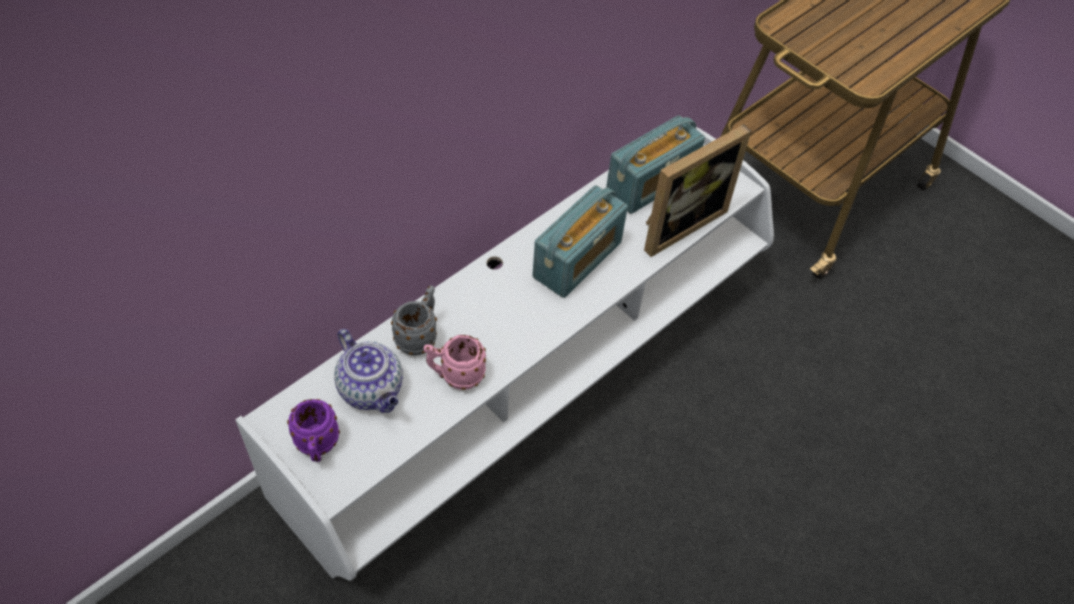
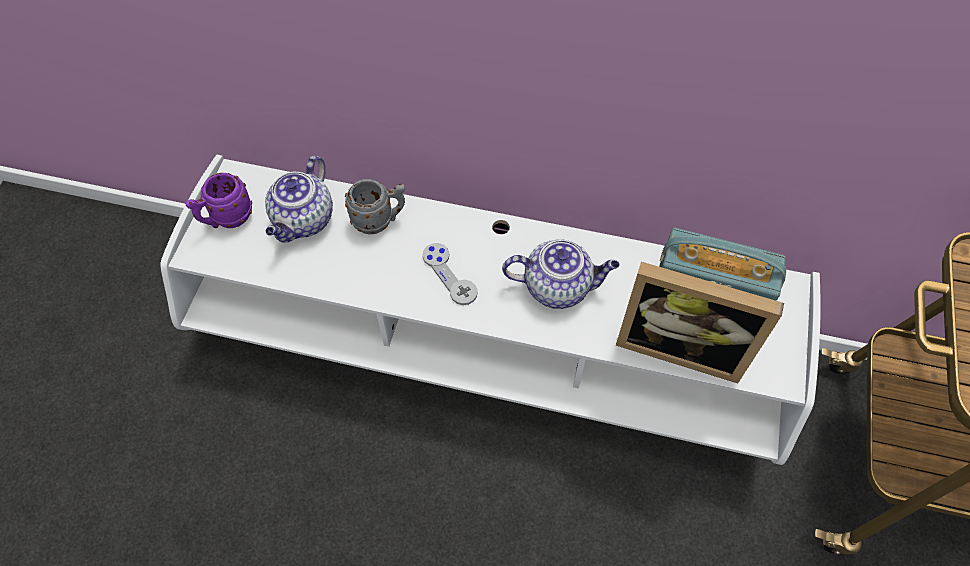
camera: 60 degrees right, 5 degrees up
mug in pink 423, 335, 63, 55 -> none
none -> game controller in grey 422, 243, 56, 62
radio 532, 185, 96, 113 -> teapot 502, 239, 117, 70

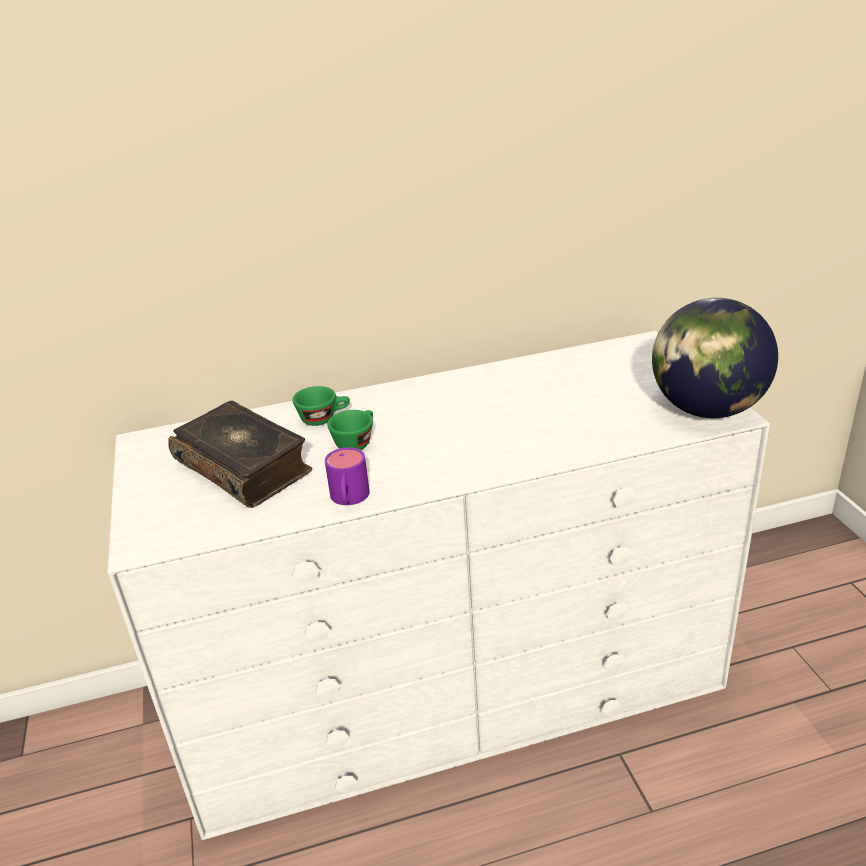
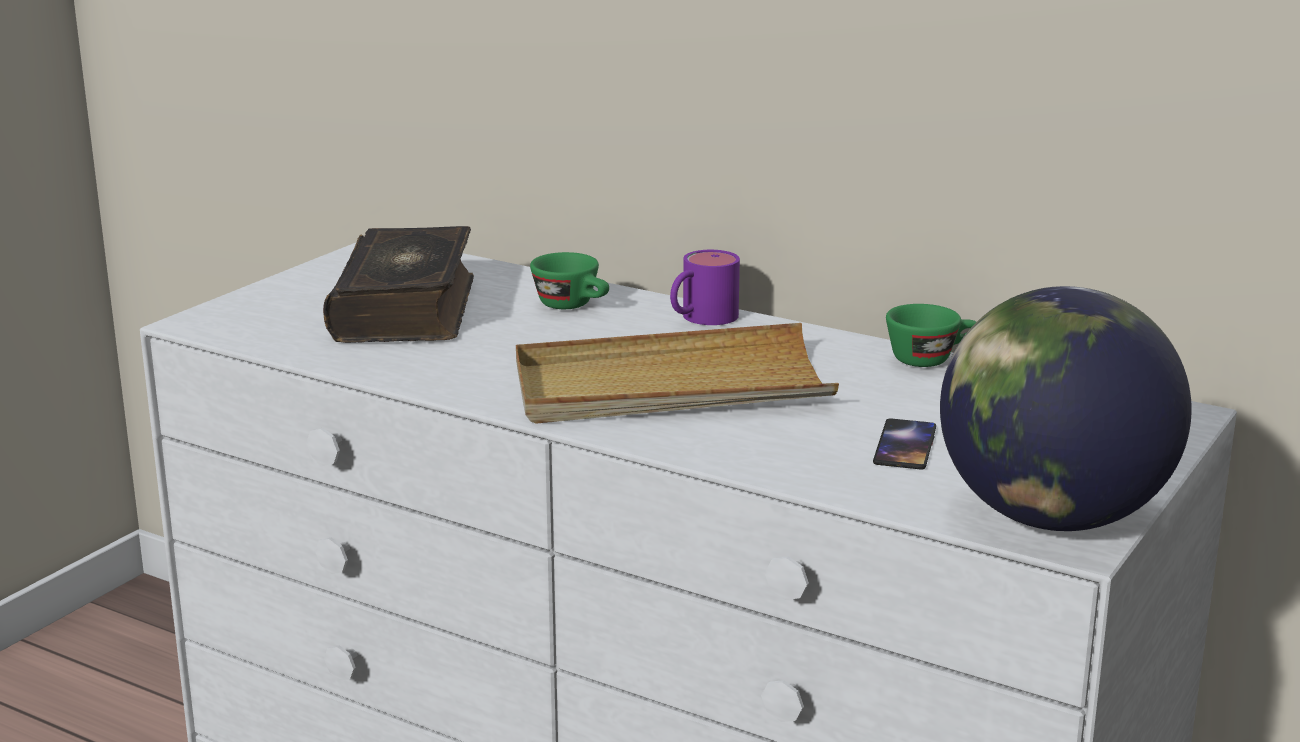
camera: 45 degrees right, 10 degrees down
none -> tray in beige 516, 323, 323, 101
none -> phone 873, 418, 63, 52
mug in purple 325, 447, 45, 58 -> mug in purple 670, 250, 70, 75, moved
cup in green 327, 410, 46, 40 -> cup in green 886, 304, 90, 63, moved

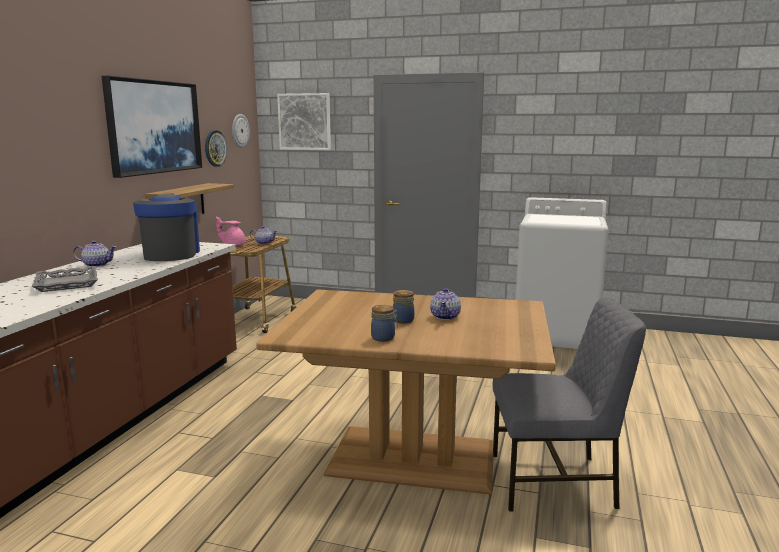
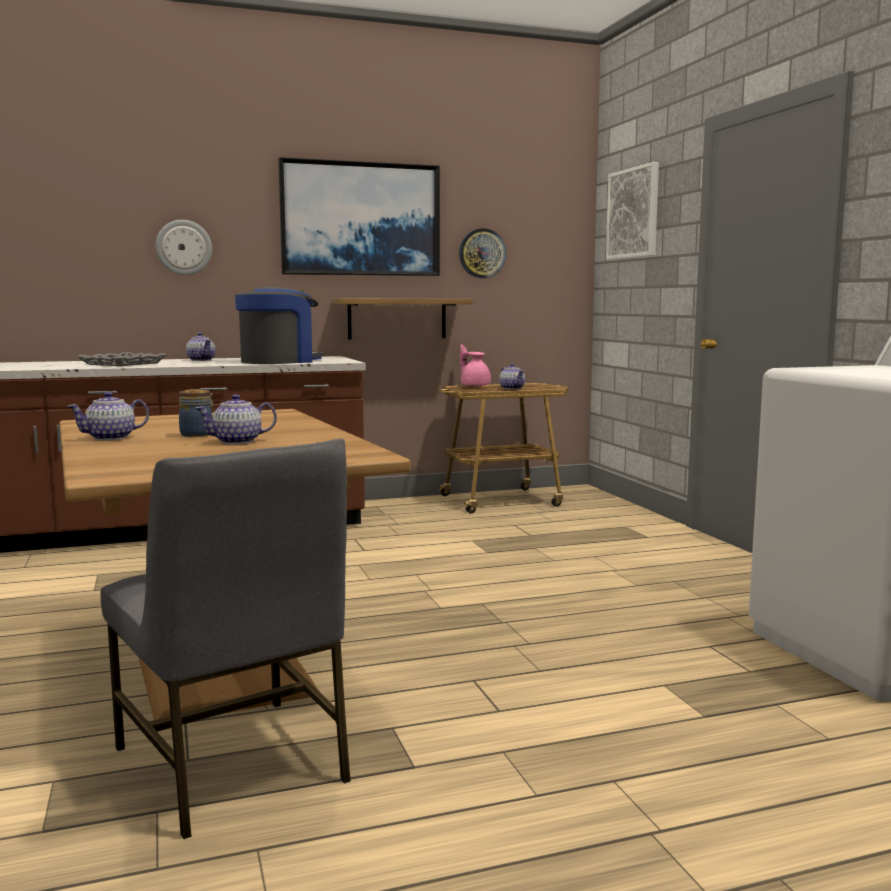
camera: 55 degrees right, 5 degrees down
wall clock 232, 114, 18, 34 -> wall clock 156, 220, 56, 55, moved
jar 371, 305, 27, 37 -> teapot 67, 392, 82, 48

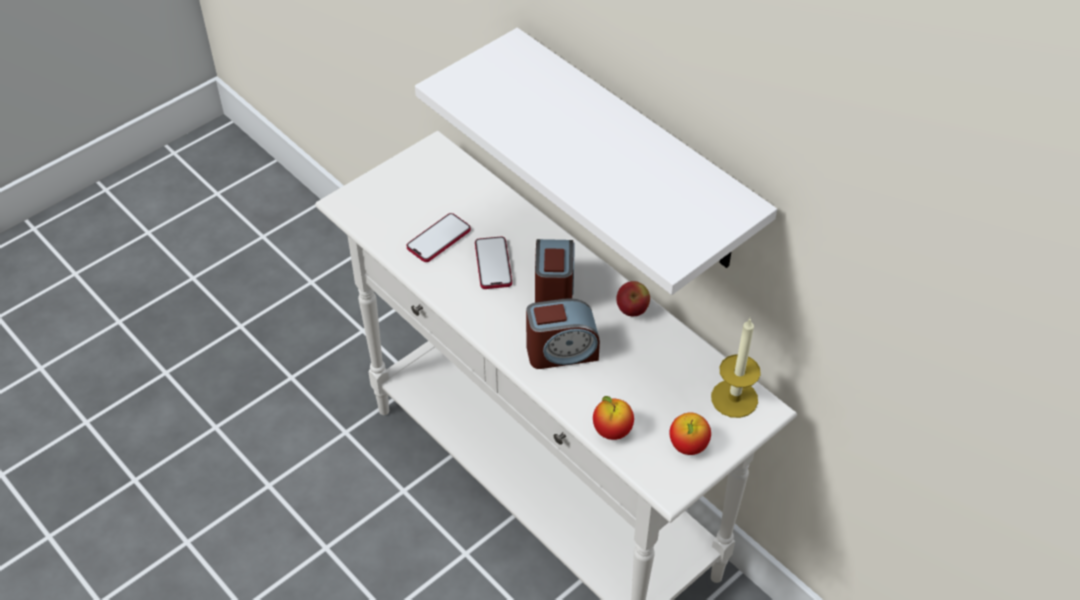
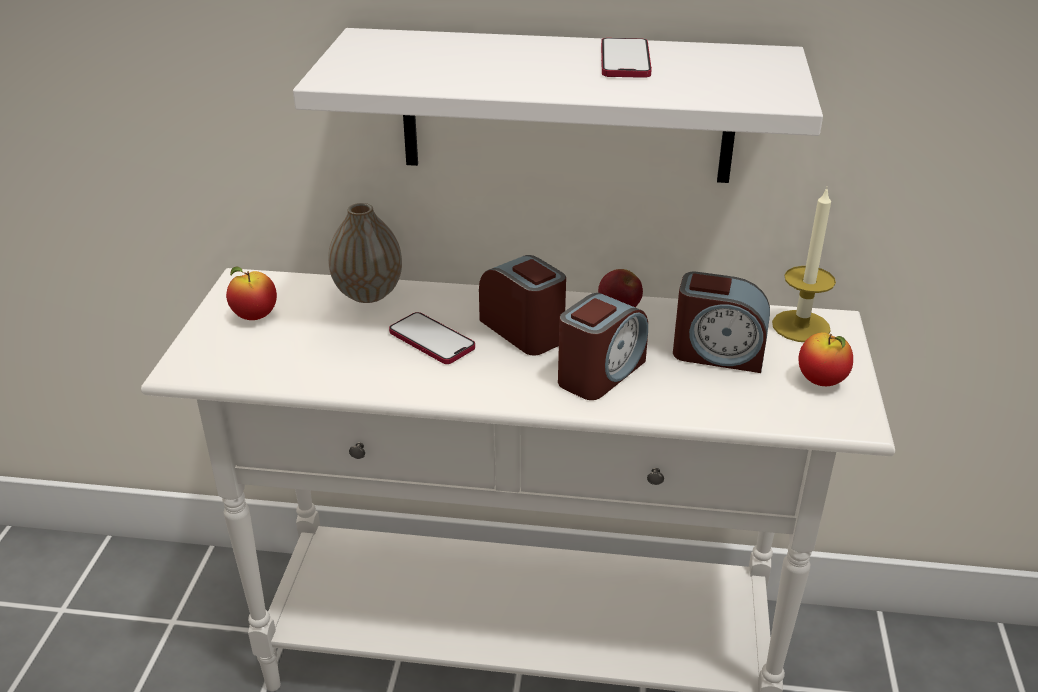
camera: 40 degrees left, 15 degrees down
none -> vase 328, 203, 74, 100
none -> alarm clock 673, 272, 97, 101
phone 407, 213, 64, 49 -> phone 601, 38, 51, 40, moved
apple 593, 396, 41, 44 -> apple 226, 266, 51, 54, moved

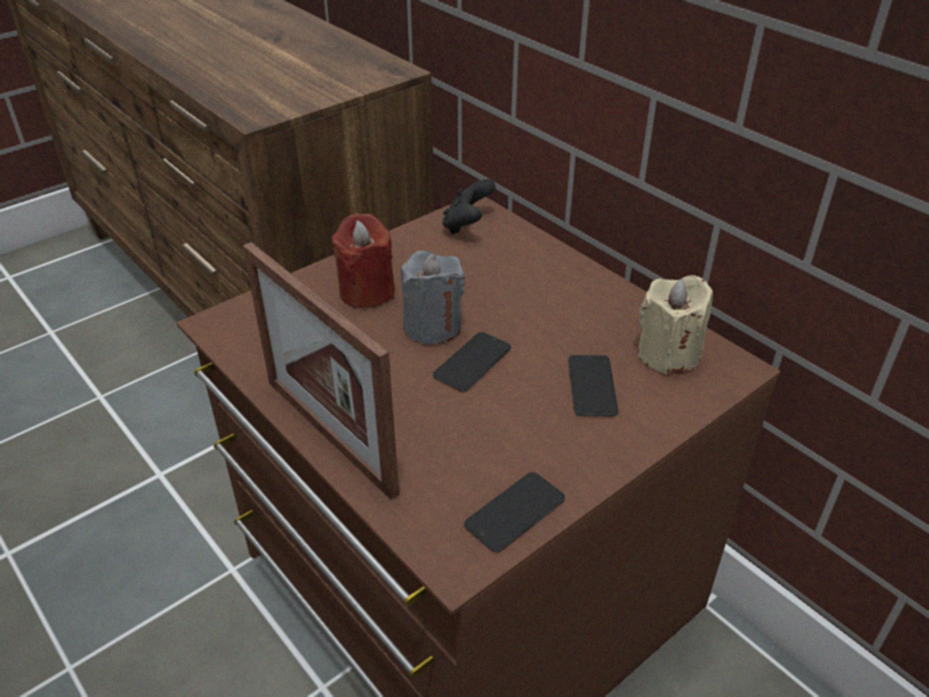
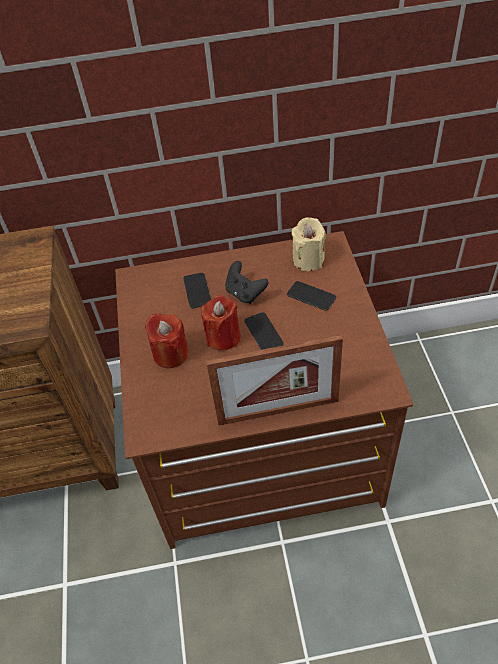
camera: 55 degrees left, 10 degrees up
game controller in black 442, 179, 54, 55 -> game controller in black 225, 261, 44, 43, moved
phone 464, 472, 101, 80 -> phone 183, 273, 28, 35, moved
candle in grey 401, 251, 64, 94 -> candle in red 201, 295, 40, 56

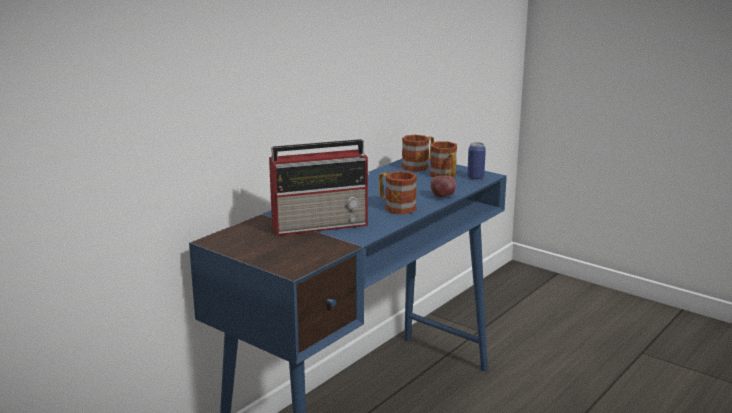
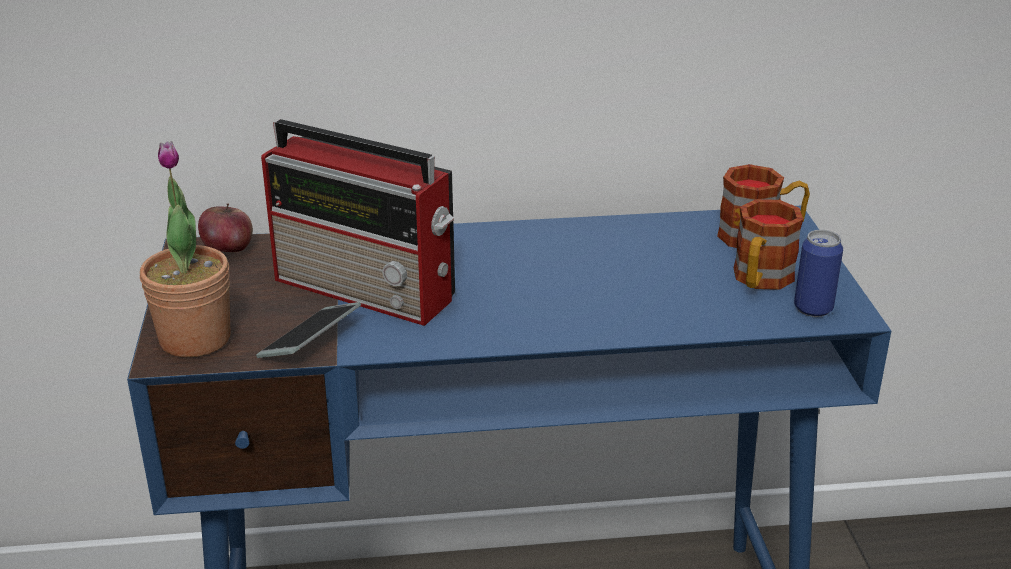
camera: 45 degrees right, 10 degrees up
mug 379, 171, 38, 44 -> none
none -> potted plant 140, 141, 91, 216
none -> phone 256, 302, 105, 56
apple 430, 172, 26, 25 -> apple 198, 203, 55, 49, moved

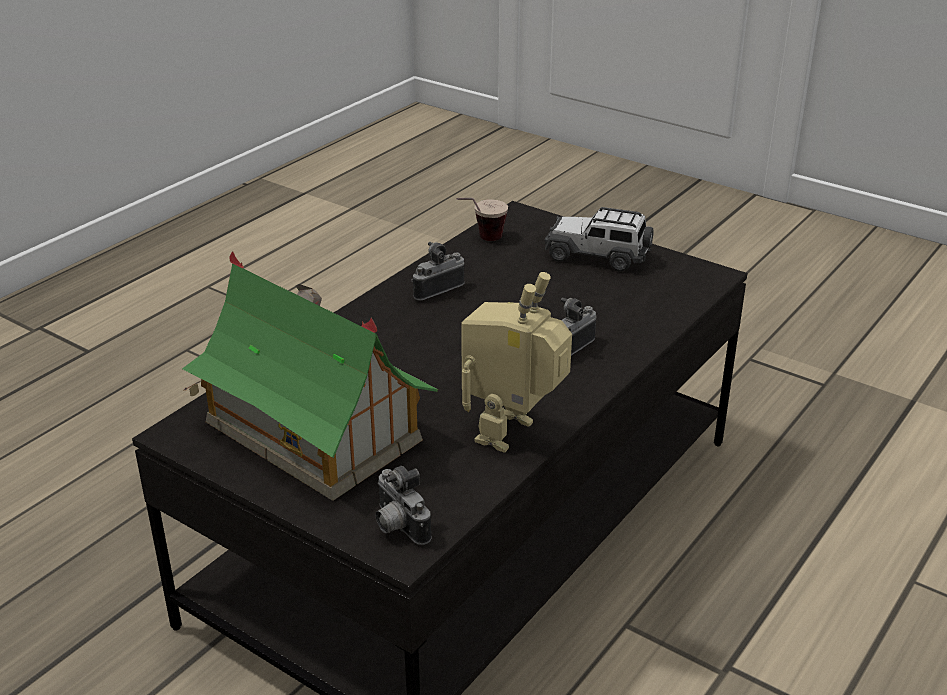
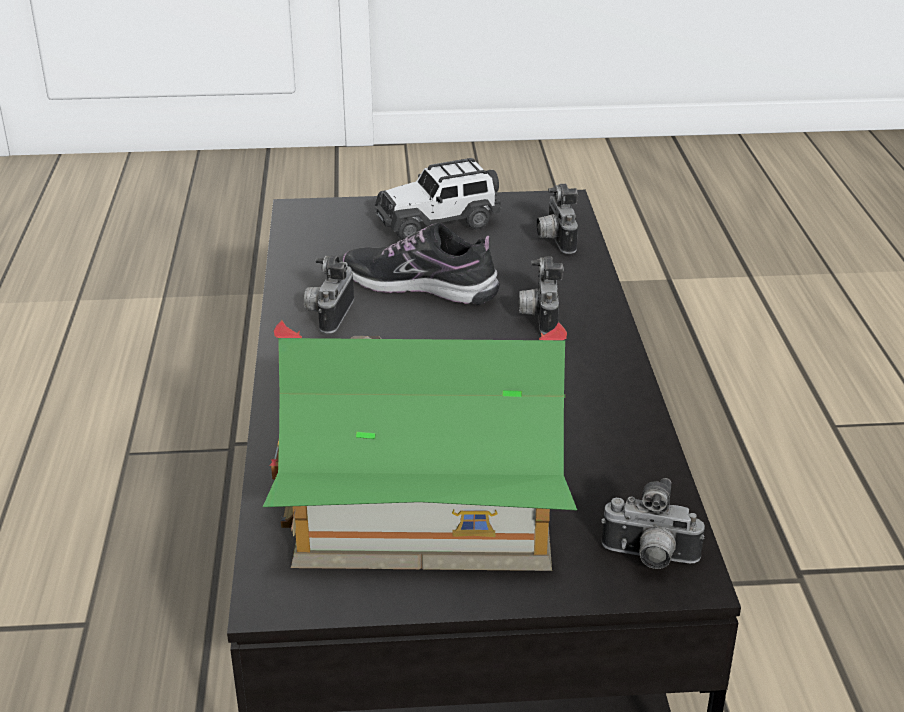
camera: 40 degrees left, 0 degrees up
cup 456, 198, 52, 43 -> none
toy robot 461, 272, 111, 181 -> none
none -> shoe 343, 223, 157, 82
none -> photo camera 536, 184, 42, 70

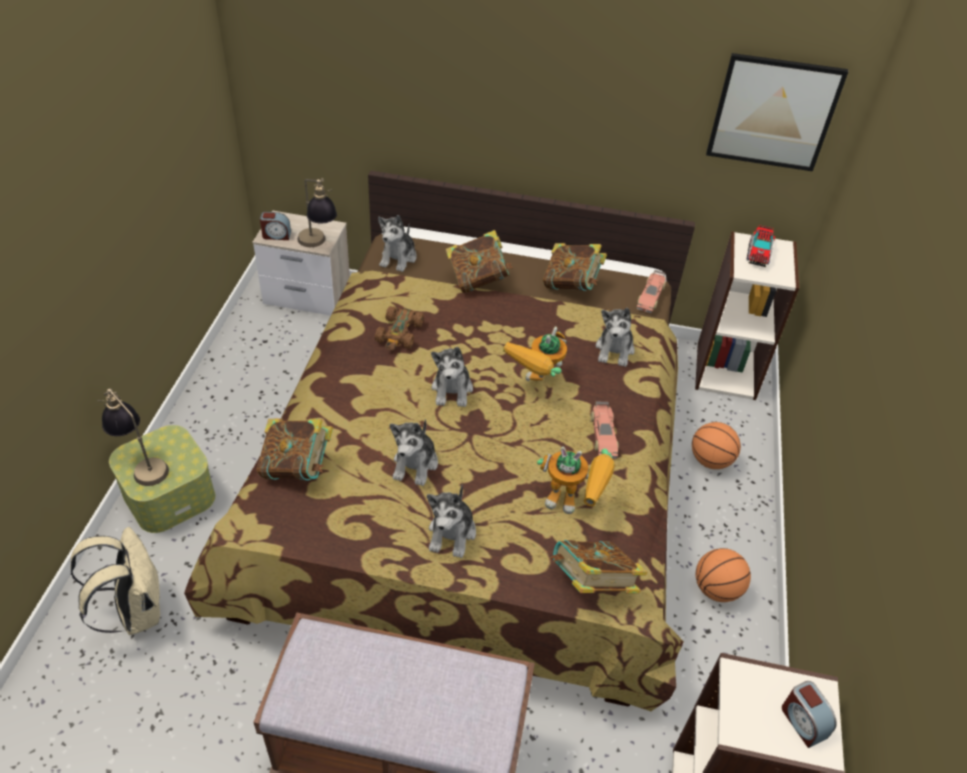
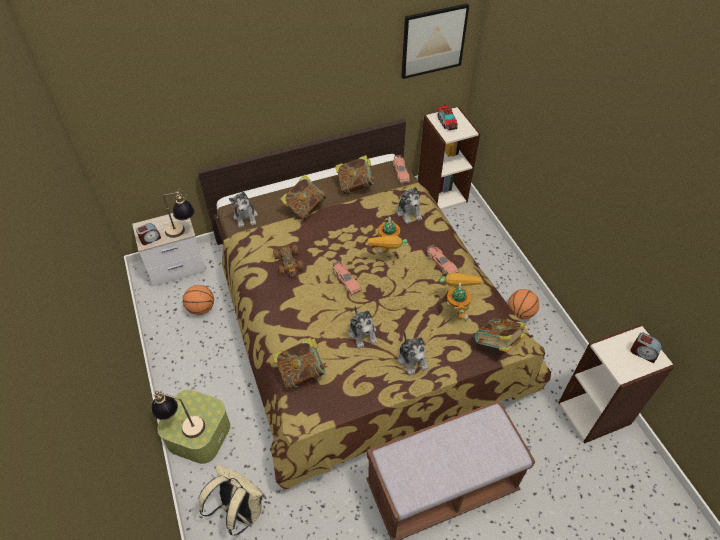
camera: 30 degrees left, 5 degrees up
basketball 692, 422, 49, 47 -> basketball 183, 285, 31, 30, moved
plush toy 431, 347, 42, 60 -> toy car 333, 261, 28, 34
toy robot 537, 447, 78, 67 -> toy robot 439, 273, 42, 48, 75 degrees counterclockwise

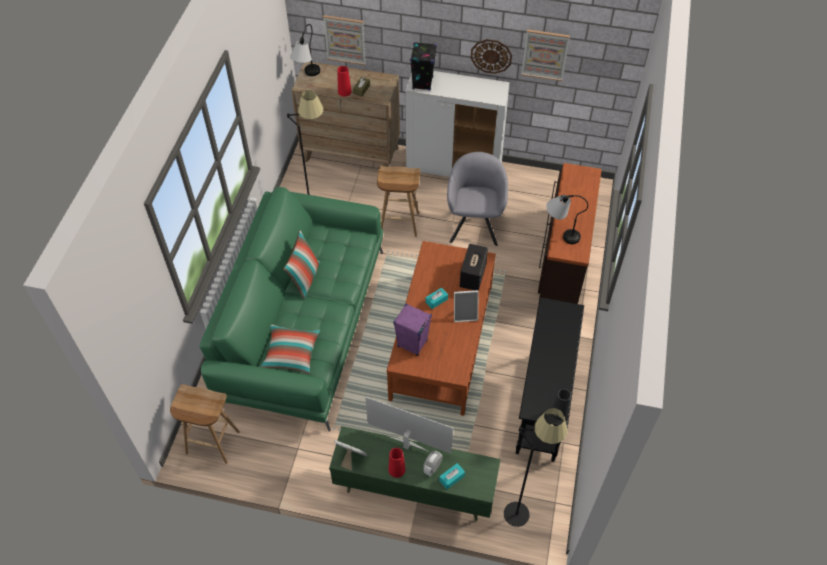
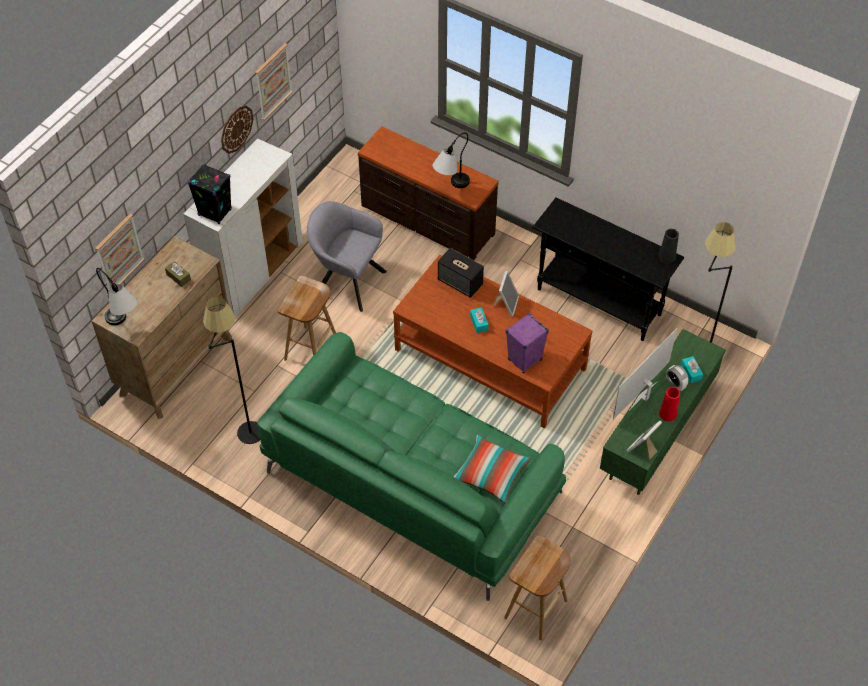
camera: 70 degrees left, 0 degrees up
pillow 283, 231, 37, 68 -> none
vase in red 337, 66, 15, 31 -> none

